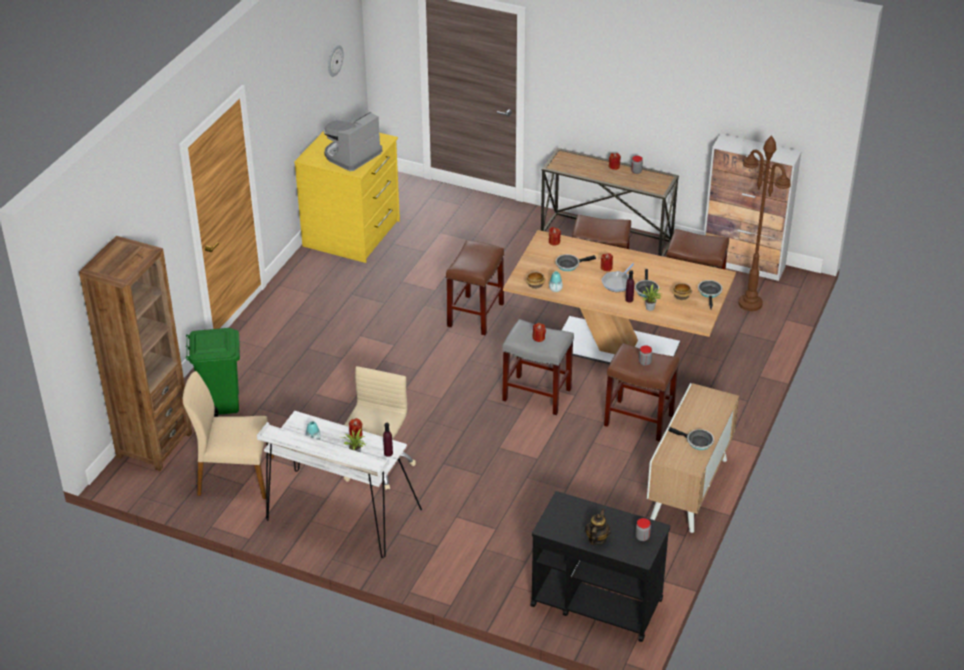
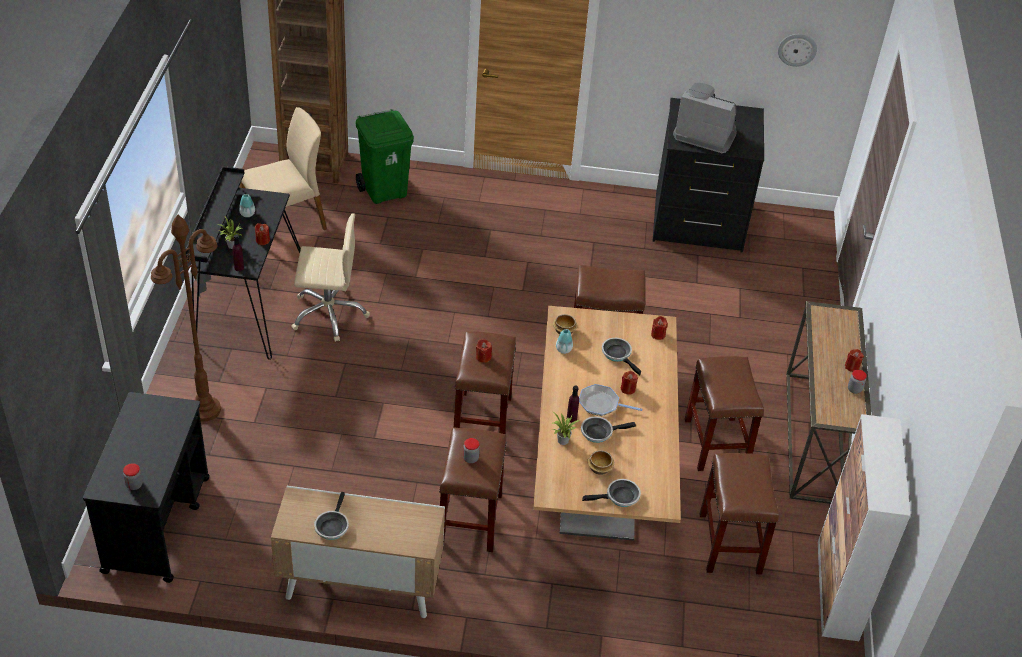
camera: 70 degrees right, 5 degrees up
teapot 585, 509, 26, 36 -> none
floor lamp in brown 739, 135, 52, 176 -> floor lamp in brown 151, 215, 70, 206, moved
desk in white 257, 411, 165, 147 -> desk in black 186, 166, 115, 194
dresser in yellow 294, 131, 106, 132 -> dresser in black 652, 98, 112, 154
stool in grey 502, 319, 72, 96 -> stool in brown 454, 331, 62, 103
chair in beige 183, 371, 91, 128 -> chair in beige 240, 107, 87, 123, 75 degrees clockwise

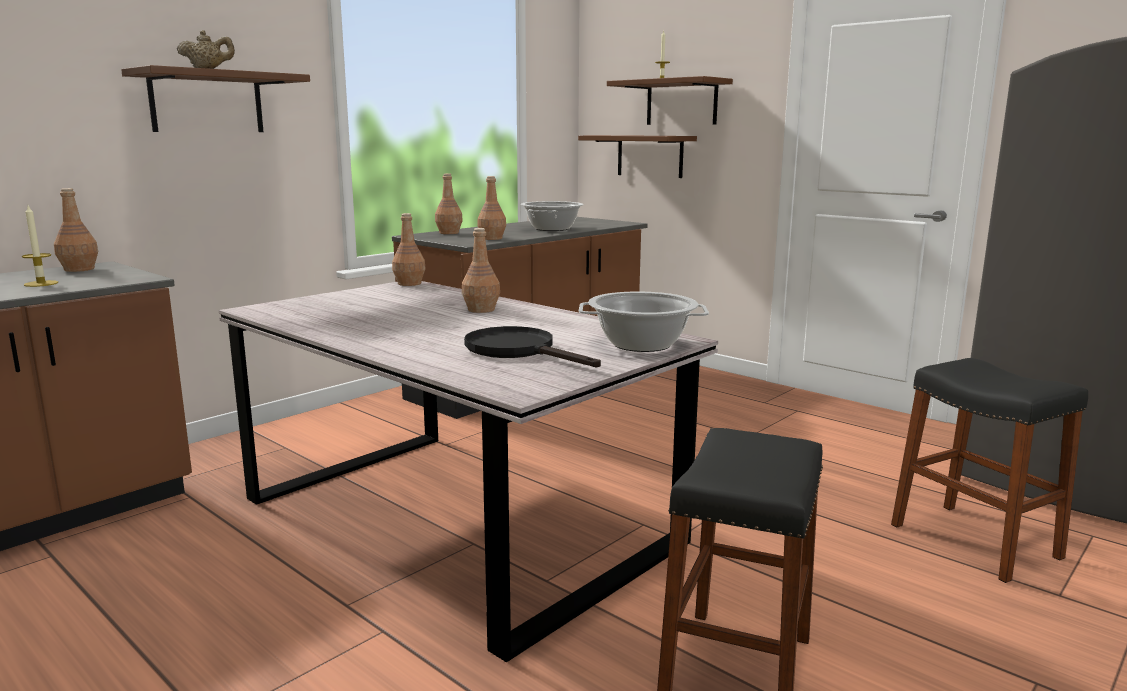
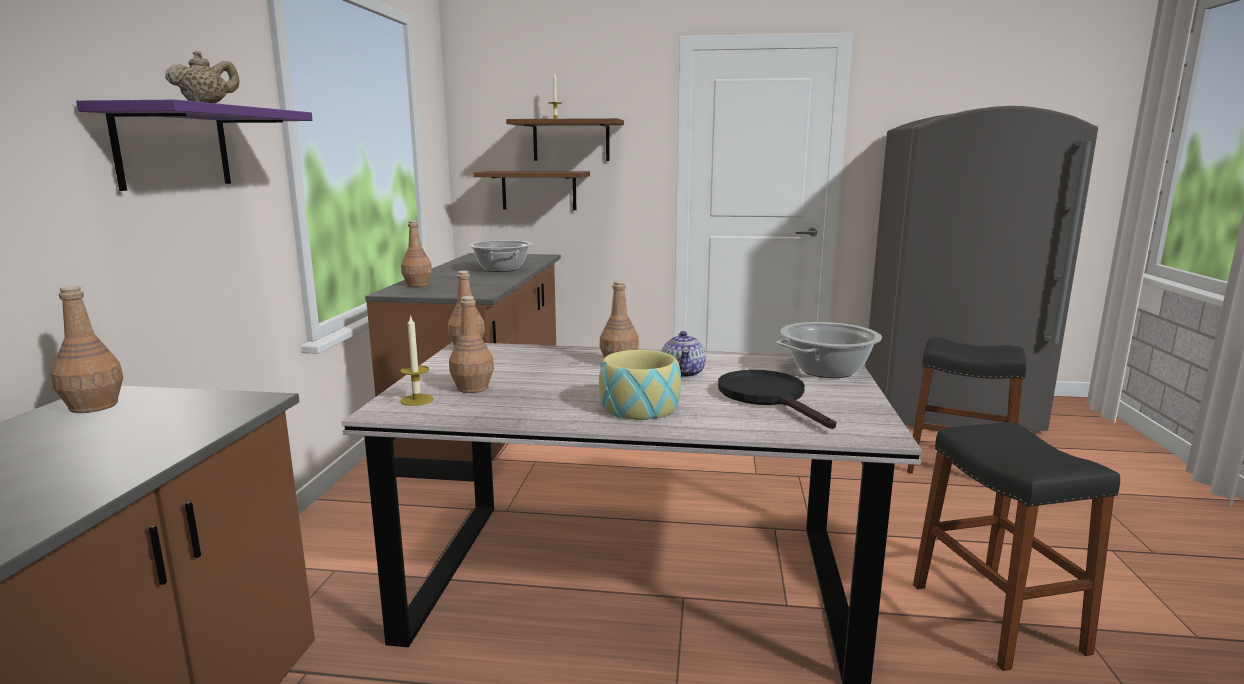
camera: 35 degrees left, 0 degrees up
none -> bowl 599, 350, 82, 70
none -> teapot 661, 331, 45, 47
candle 22, 206, 36, 81 -> candle 400, 315, 34, 91, moved
bottle in brown 477, 176, 29, 64 -> bottle in brown 449, 296, 45, 97, moved
shelf in brown 121, 65, 189, 67 -> shelf in purple 76, 99, 236, 92
frying pan in black 464, 326, 137, 41 -> frying pan in black 718, 370, 118, 59, 60 degrees clockwise

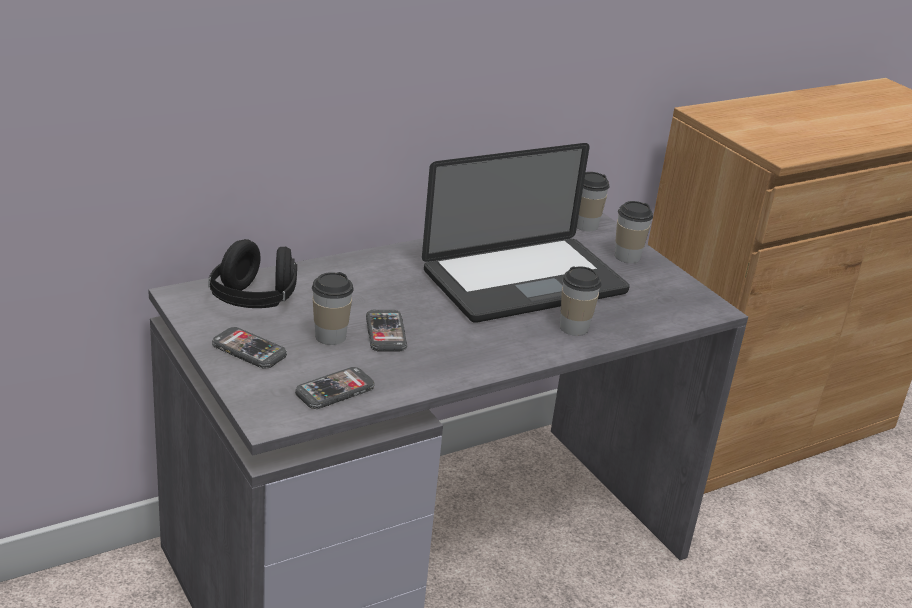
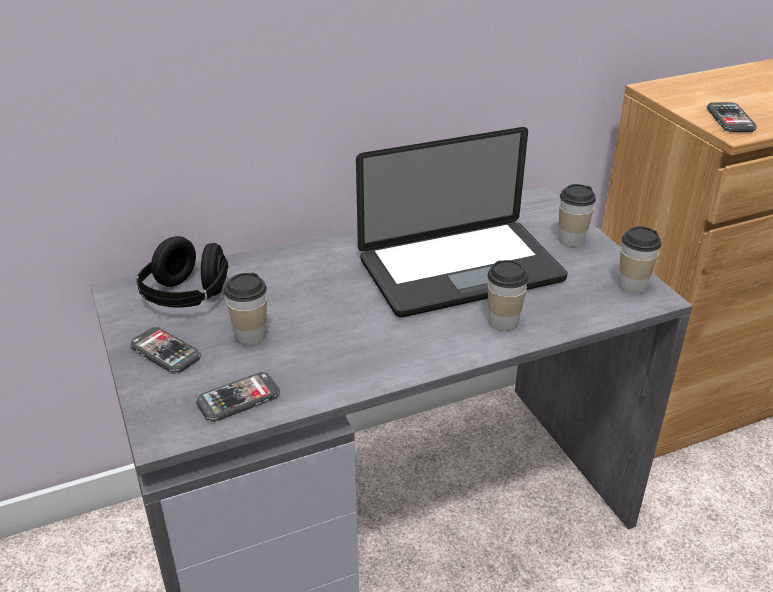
camera: 10 degrees right, 5 degrees up
phone 366, 310, 41, 41 -> phone 707, 102, 50, 30, moved
cup 577, 172, 33, 59 -> cup 618, 226, 43, 68, moved

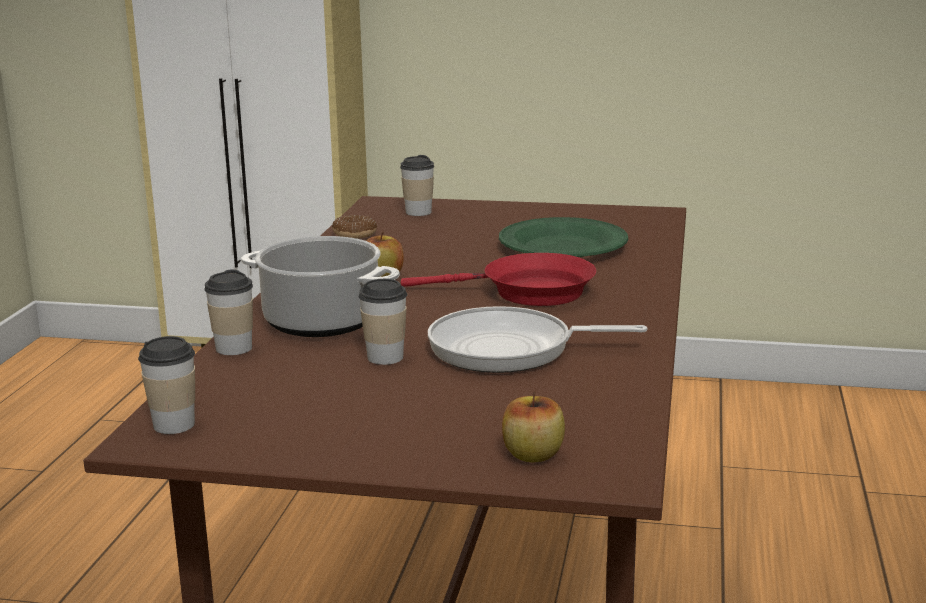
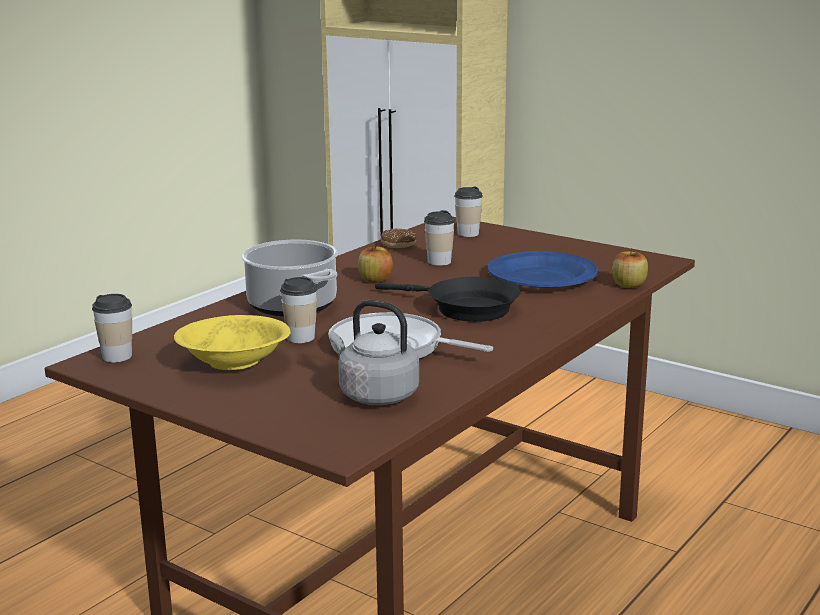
camera: 25 degrees right, 0 degrees up
none -> bowl in yellow 174, 315, 117, 55
none -> kettle in grey 329, 300, 90, 105
cup 204, 270, 49, 85 -> cup 424, 210, 31, 56, moved
apple 502, 391, 63, 71 -> apple 612, 248, 36, 40, moved
frying pan in red 401, 253, 195, 53 -> frying pan in black 375, 277, 146, 45
plate in green 499, 217, 129, 40 -> plate in blue 487, 251, 112, 37

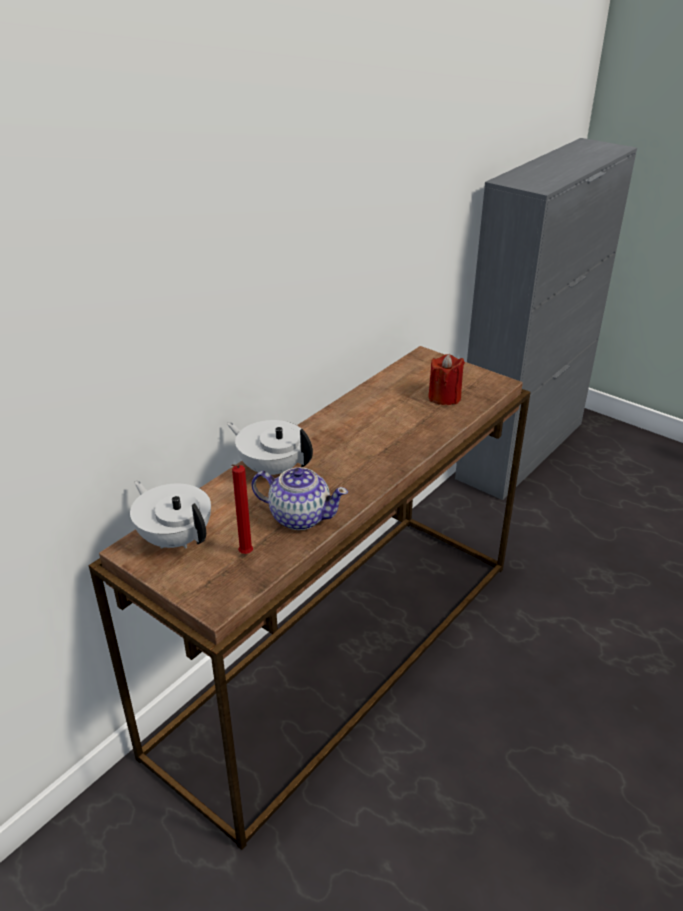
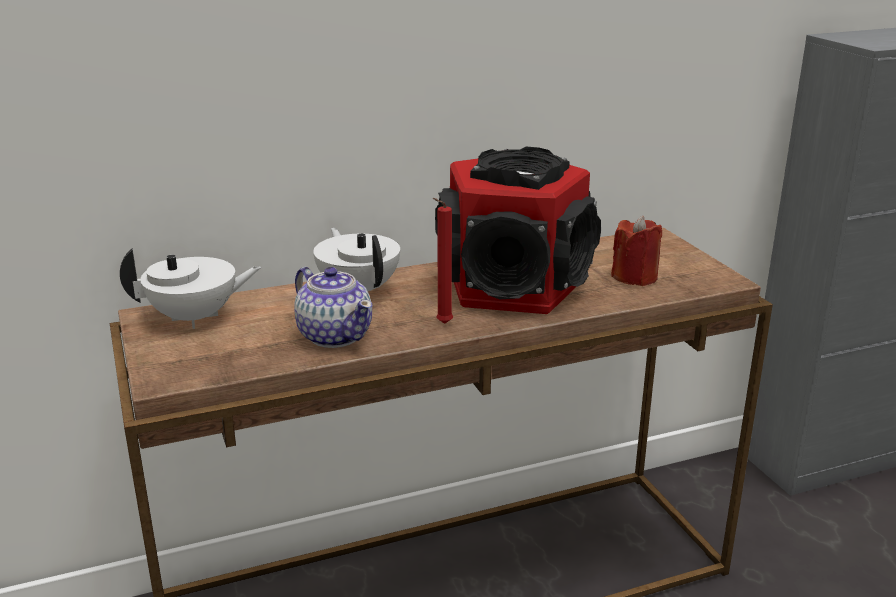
camera: 30 degrees right, 10 degrees down
none -> speaker 435, 146, 166, 168
candle in red 231, 464, 22, 90 -> candle in red 433, 198, 20, 126, moved
teapot in white 130, 481, 81, 68 -> teapot in white 120, 248, 141, 81, 90 degrees clockwise

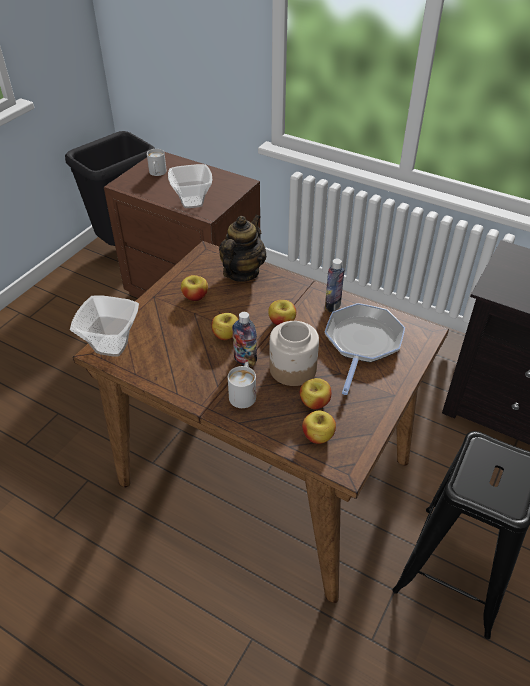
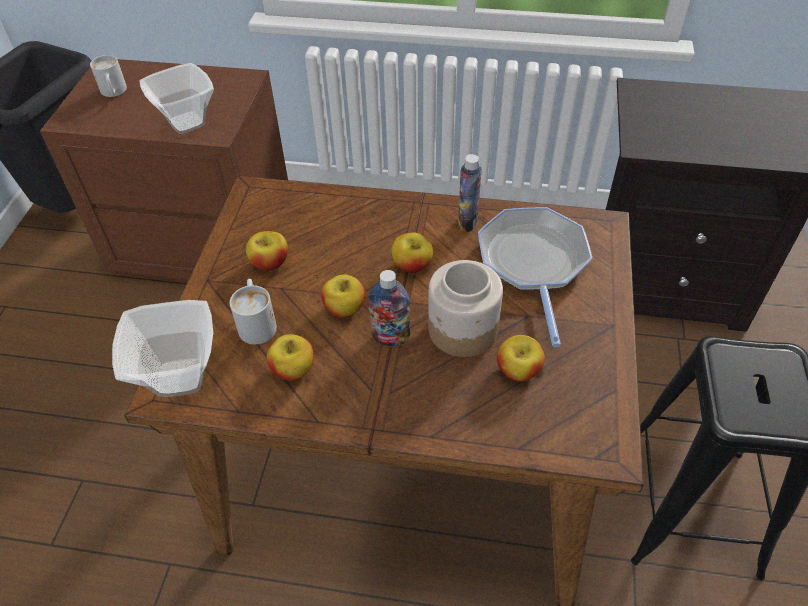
camera: 20 degrees left, 5 degrees up
teapot 219, 215, 48, 67 -> none
mug in white 228, 362, 28, 46 -> mug in white 230, 279, 47, 65, moved
apple 302, 411, 34, 33 -> apple 266, 334, 48, 47, moved

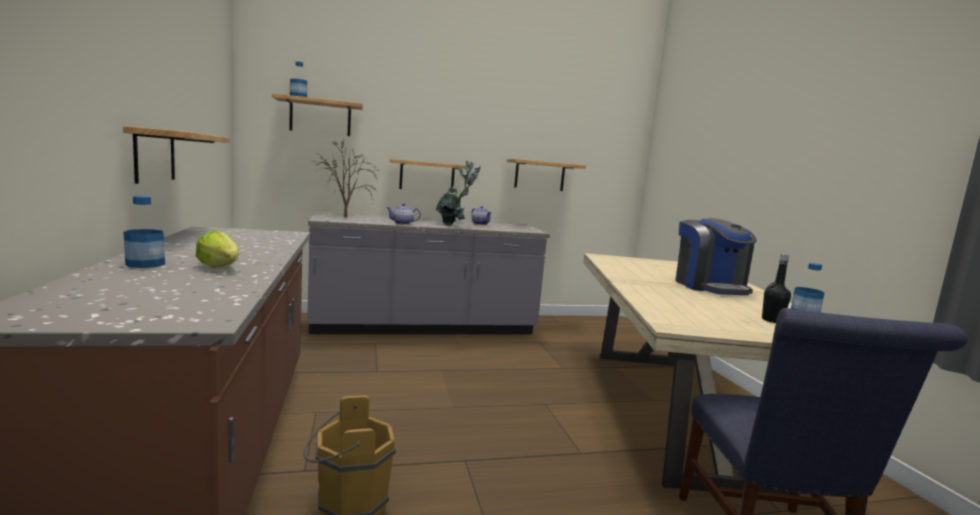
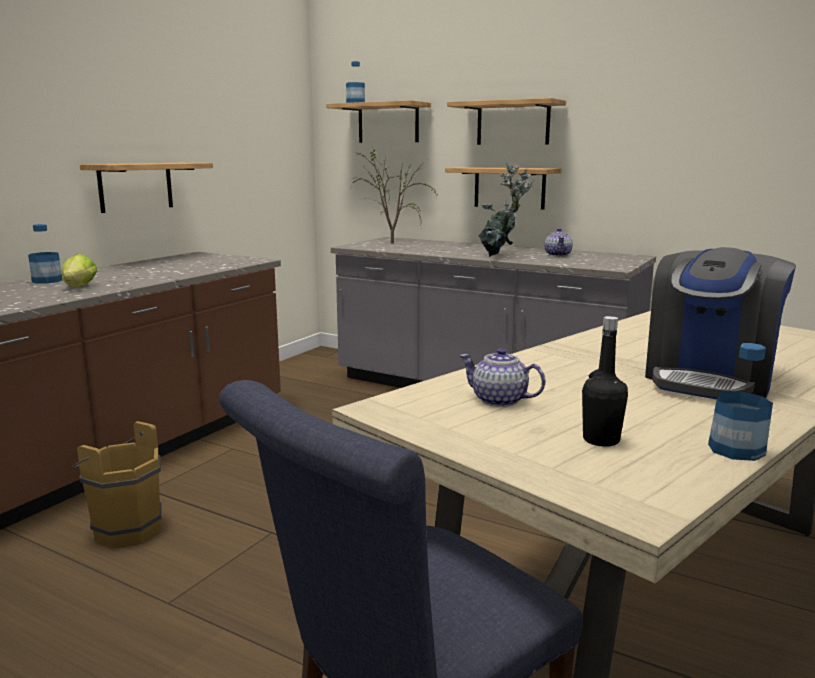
camera: 45 degrees right, 5 degrees up
teapot 386, 203, 35, 22 -> teapot 459, 348, 87, 59, moved
shelf 507, 159, 79, 32 -> shelf 447, 98, 119, 47, moved

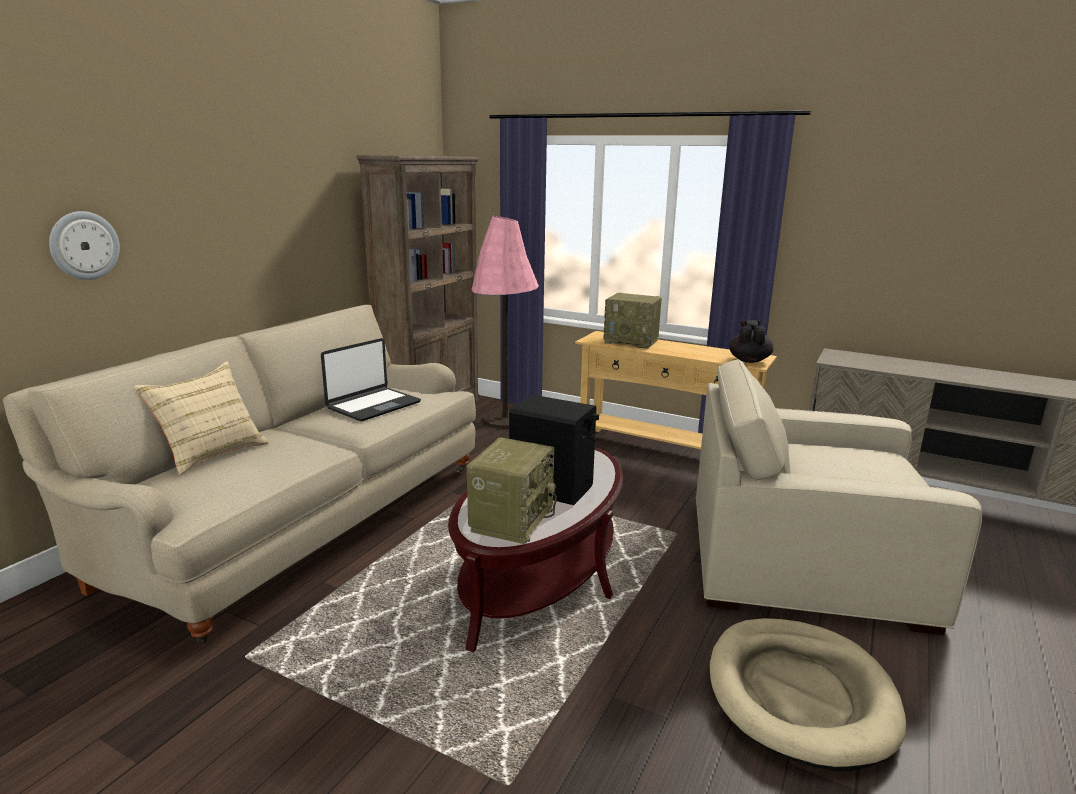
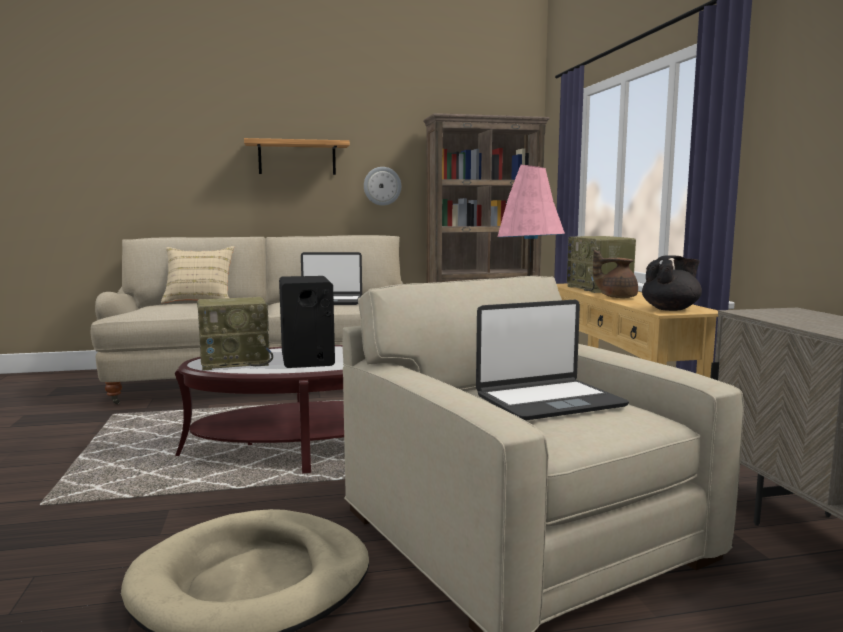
camera: 50 degrees right, 10 degrees down
none -> shelf 244, 138, 106, 37
none -> laptop 476, 300, 153, 121
none -> teapot in brown 593, 250, 45, 48
wall clock 49, 211, 71, 69 -> wall clock 364, 167, 37, 39, moved

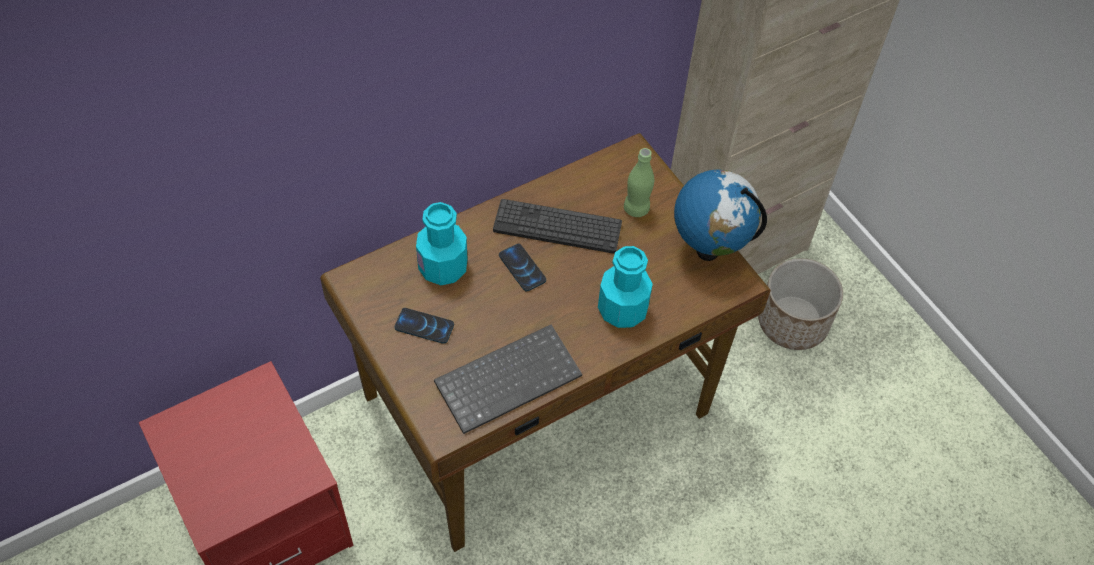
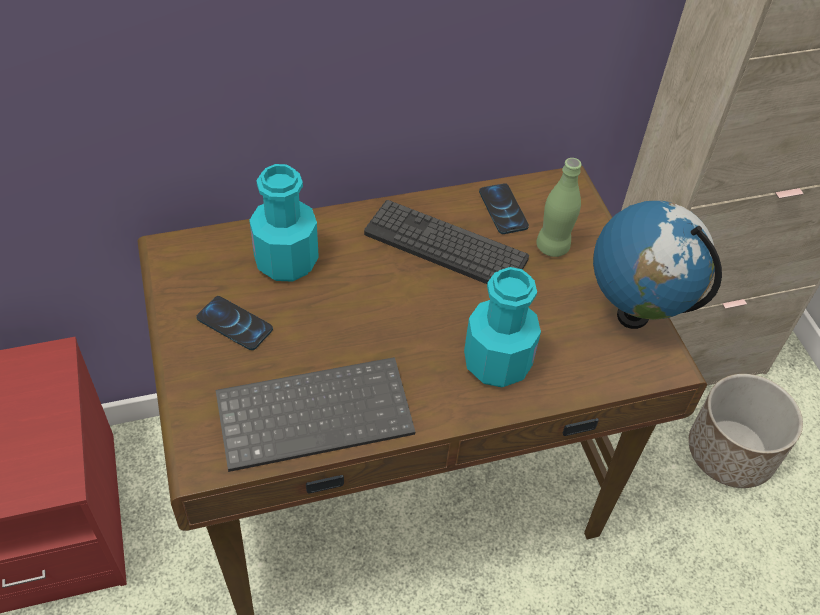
camera: 15 degrees right, 5 degrees down
phone 499, 243, 47, 49 -> phone 479, 183, 50, 51, moved

